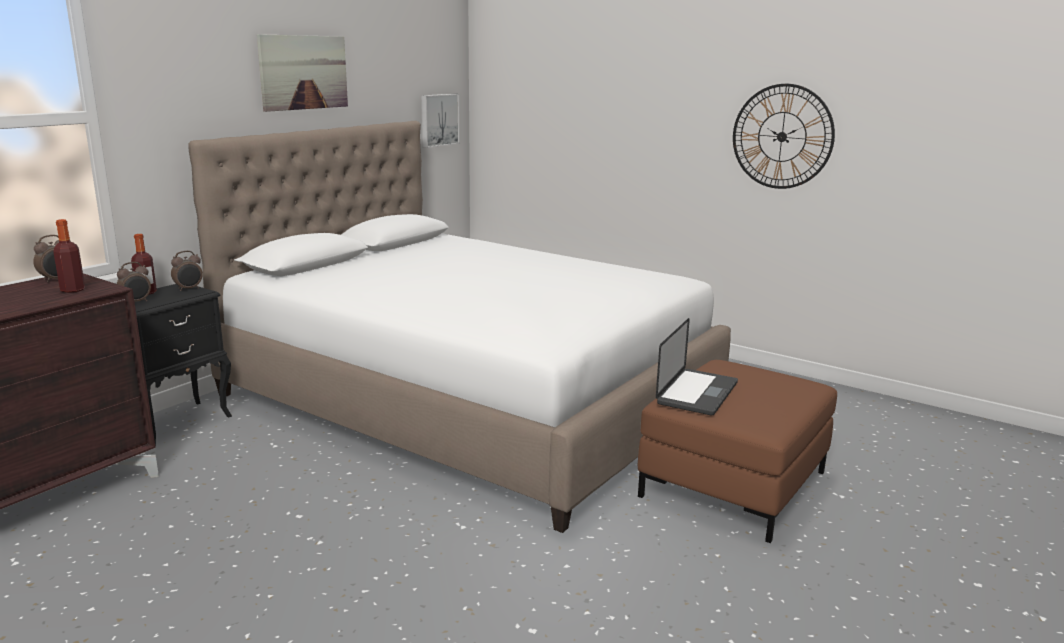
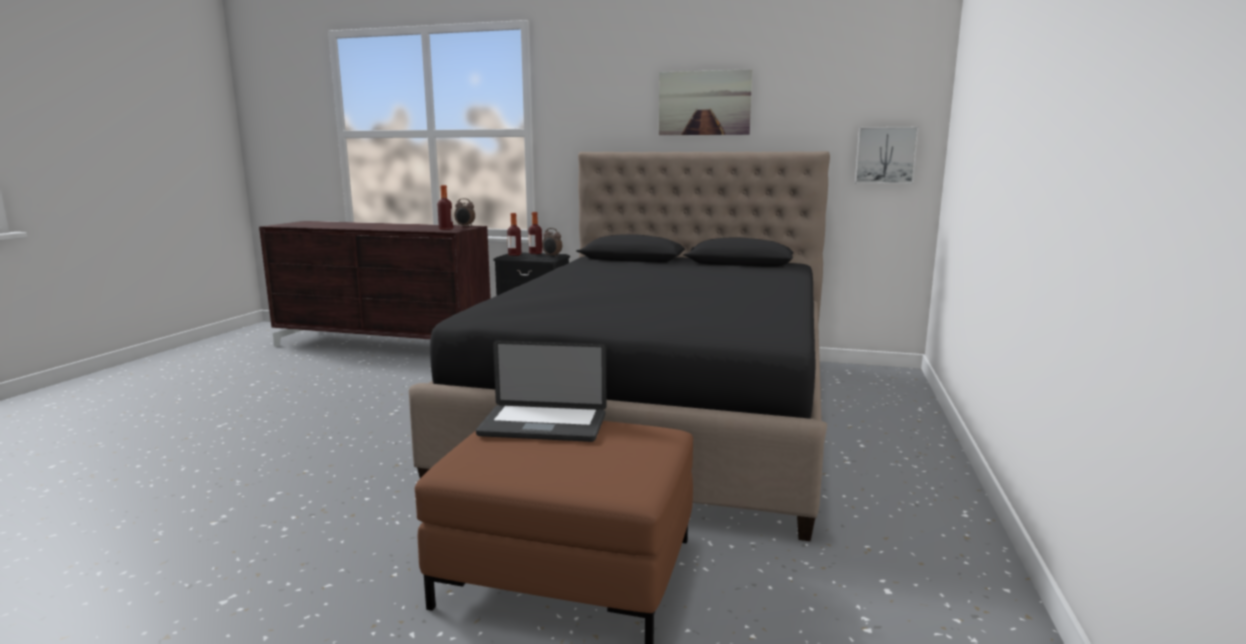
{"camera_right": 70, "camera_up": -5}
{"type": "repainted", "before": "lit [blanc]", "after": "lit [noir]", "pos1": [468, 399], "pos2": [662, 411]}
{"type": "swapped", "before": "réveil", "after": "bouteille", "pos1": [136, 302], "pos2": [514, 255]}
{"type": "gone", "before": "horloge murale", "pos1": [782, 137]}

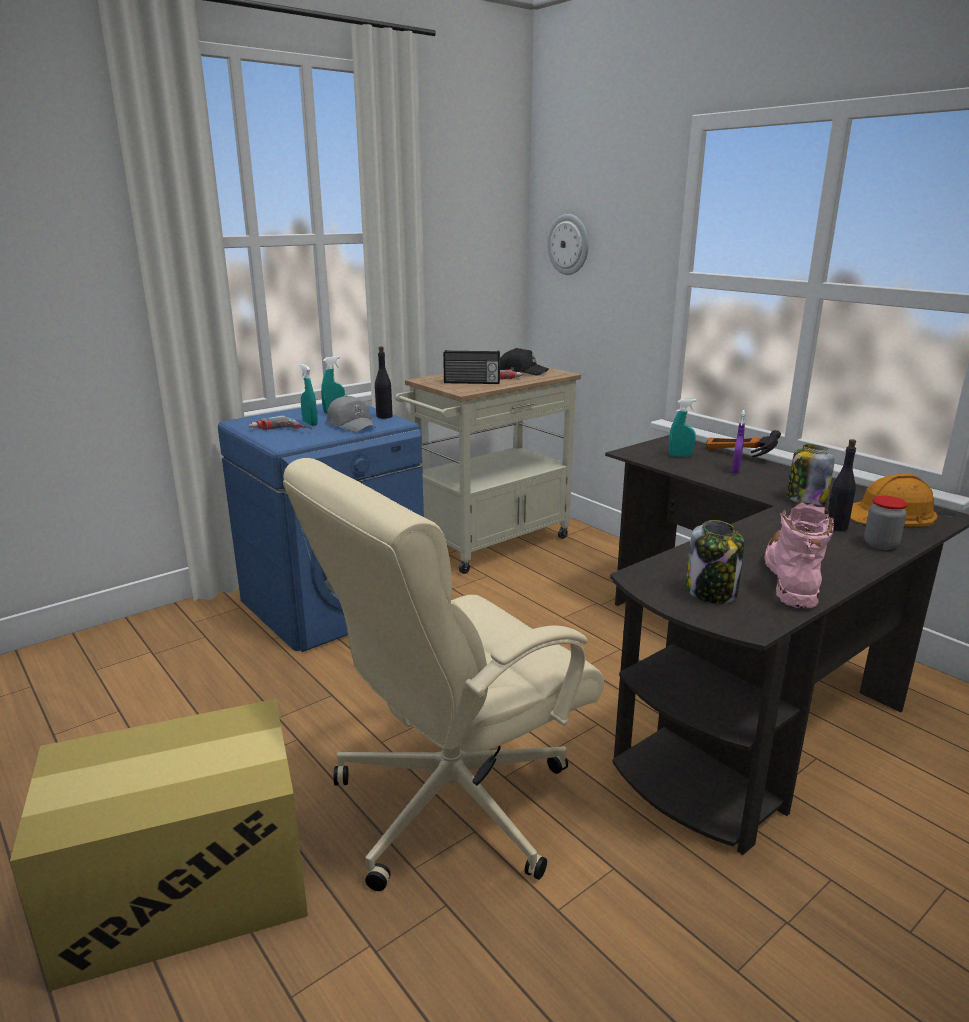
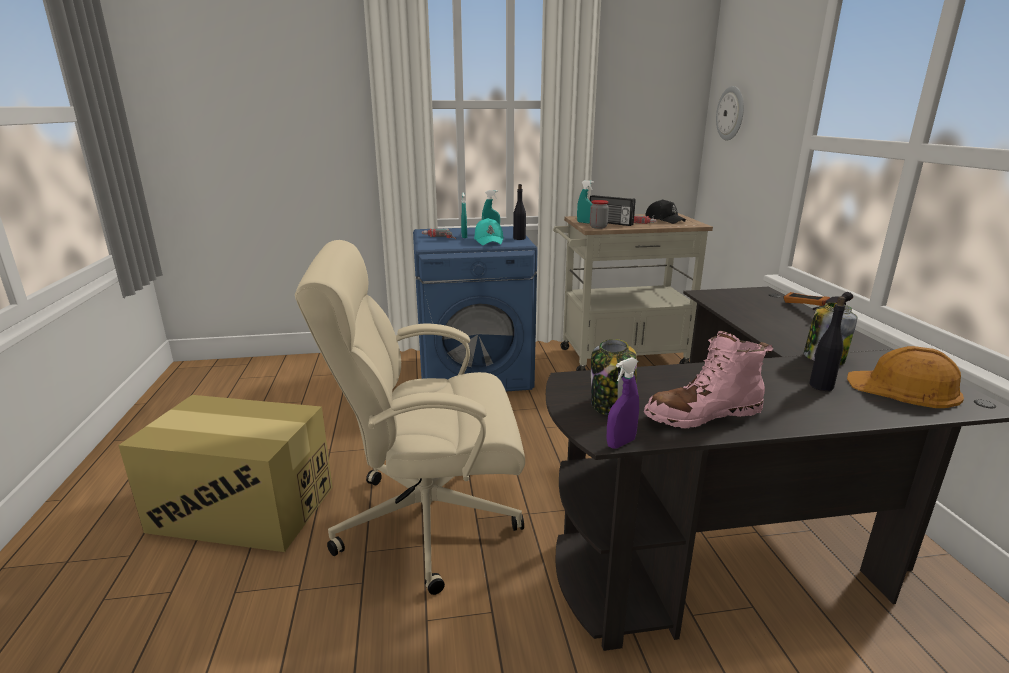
{"camera_right": 30, "camera_up": 0}
{"type": "repainted", "before": "casquette [gris]", "after": "casquette [turquoise]", "pos1": [351, 424], "pos2": [489, 240]}
{"type": "shifted", "before": "vaporisateur [turquoise]", "pos1": [680, 456], "pos2": [584, 222]}
{"type": "shifted", "before": "bocal", "pos1": [880, 544], "pos2": [598, 227]}
{"type": "shifted", "before": "vaporisateur [violet]", "pos1": [735, 470], "pos2": [621, 443]}
{"type": "rotated", "before": "botte [rose]", "pos1": [791, 579], "pos2": [702, 415], "turn": -150}

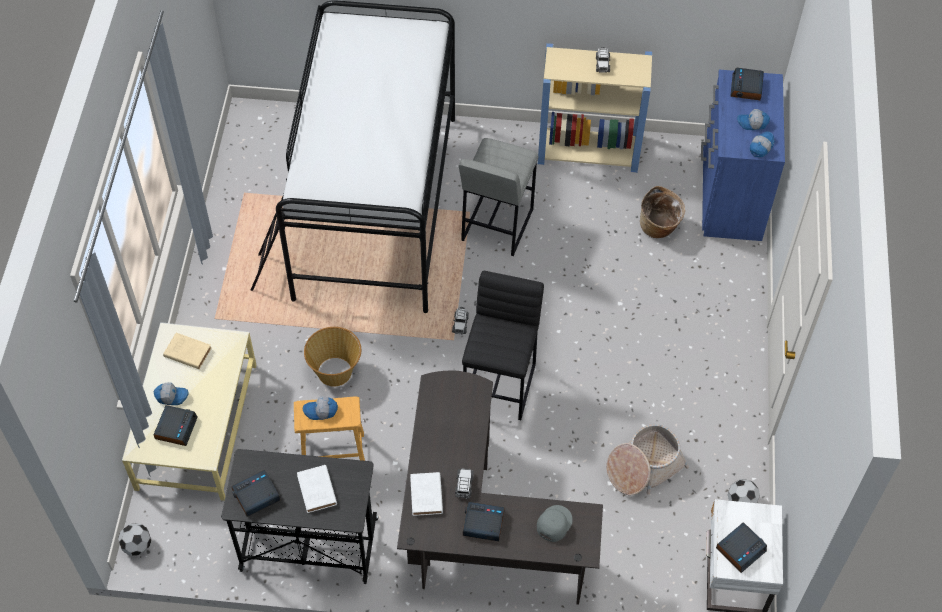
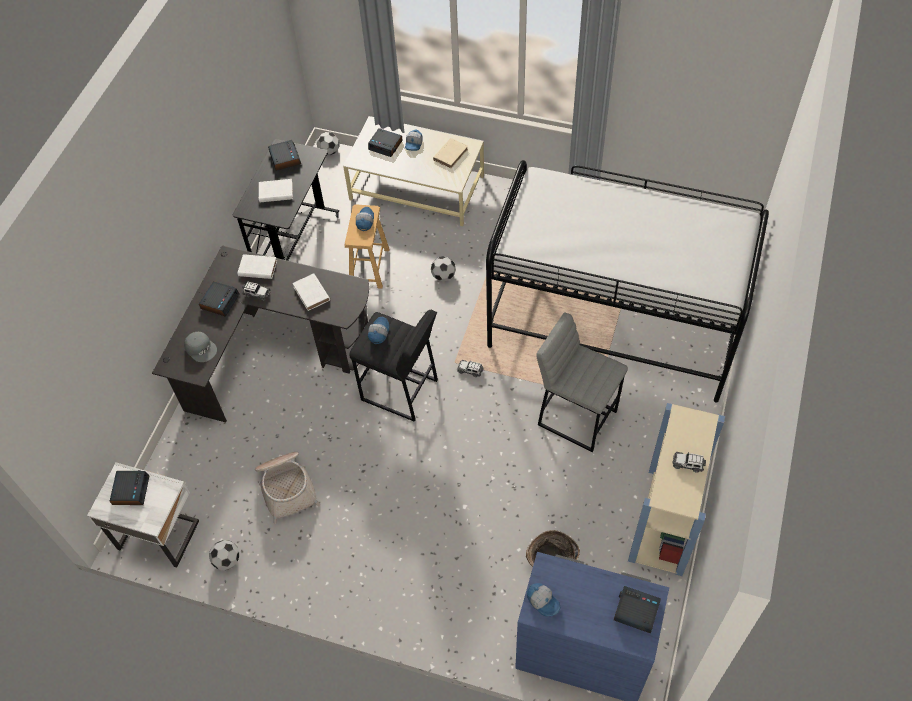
{"camera_right": 105, "camera_up": 0}
{"type": "rotated", "before": "réveil", "pos1": [740, 549], "pos2": [130, 490], "turn": -150}
{"type": "new", "after": "livre [blanc]", "pos2": [312, 294]}
{"type": "shifted", "before": "casquette", "pos1": [752, 123], "pos2": [378, 332]}
{"type": "swapped", "before": "panier", "after": "ballon de foot", "pos1": [335, 371], "pos2": [443, 276]}

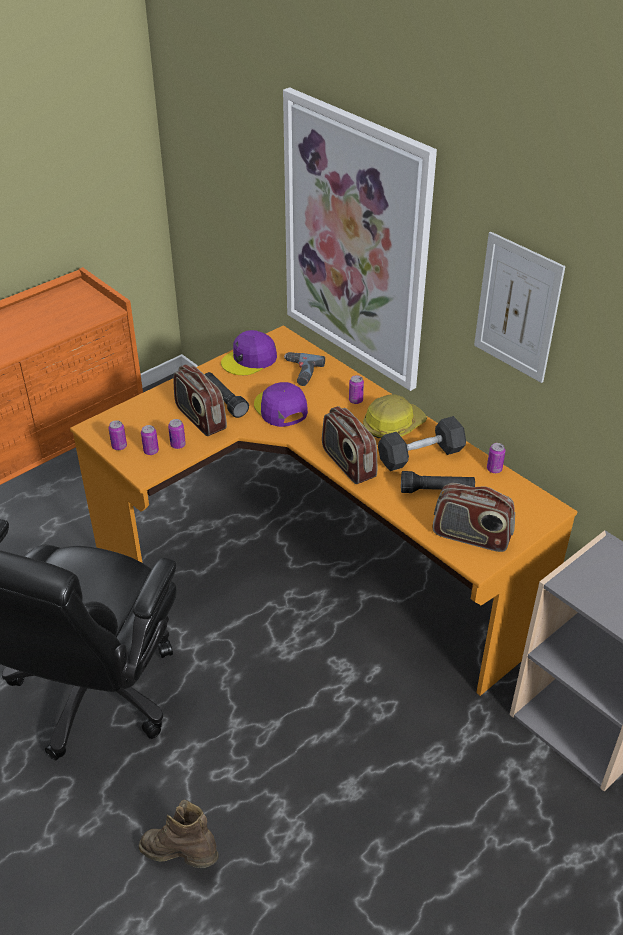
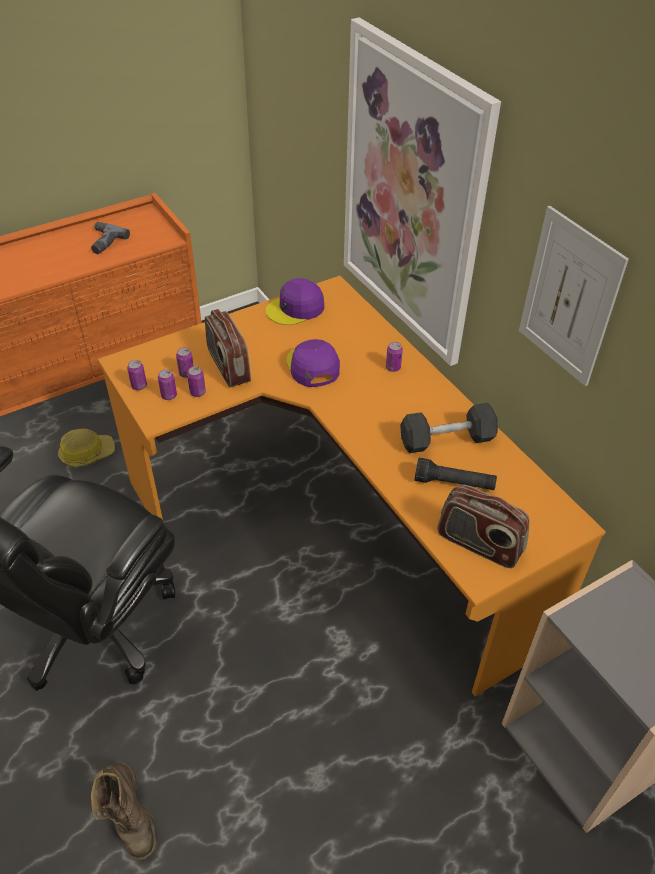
{"camera_right": 10, "camera_up": 5}
{"type": "shifted", "before": "casque de chantier", "pos1": [392, 425], "pos2": [87, 453]}
{"type": "shifted", "before": "perceuse", "pos1": [300, 372], "pos2": [102, 242]}
{"type": "rotated", "before": "botte [marron]", "pos1": [181, 855], "pos2": [130, 818], "turn": -150}
{"type": "shifted", "before": "boîte métallique", "pos1": [494, 469], "pos2": [186, 373]}
{"type": "gone", "before": "lampe de poche [noir]", "pos1": [224, 400]}
{"type": "gone", "before": "radio", "pos1": [348, 464]}

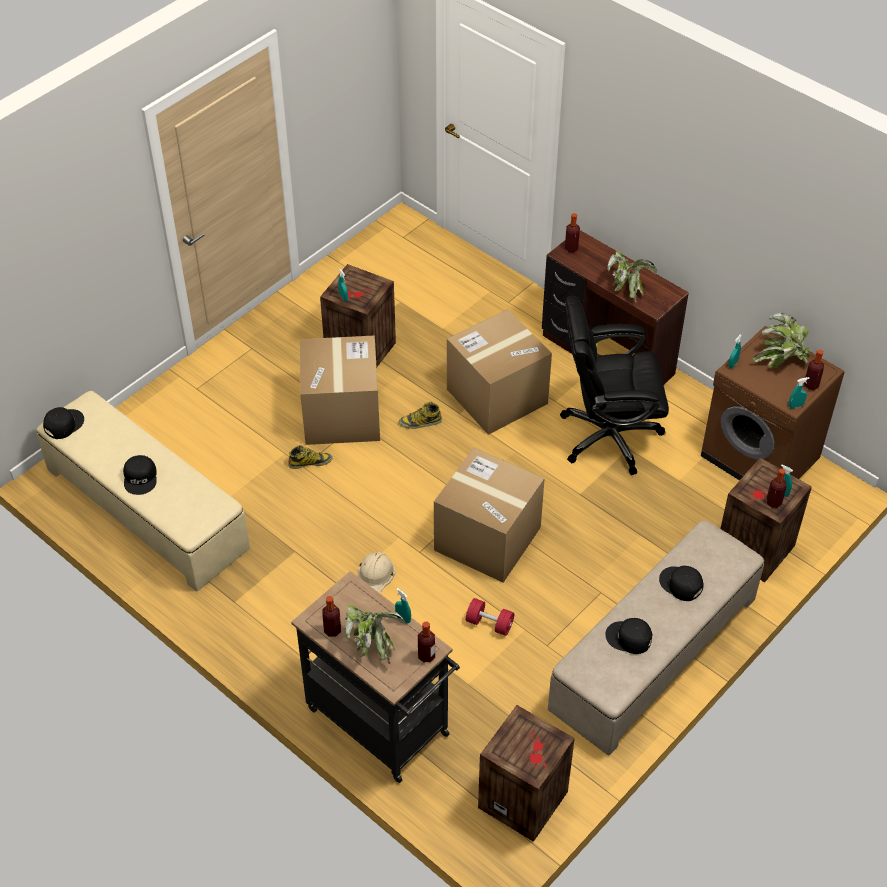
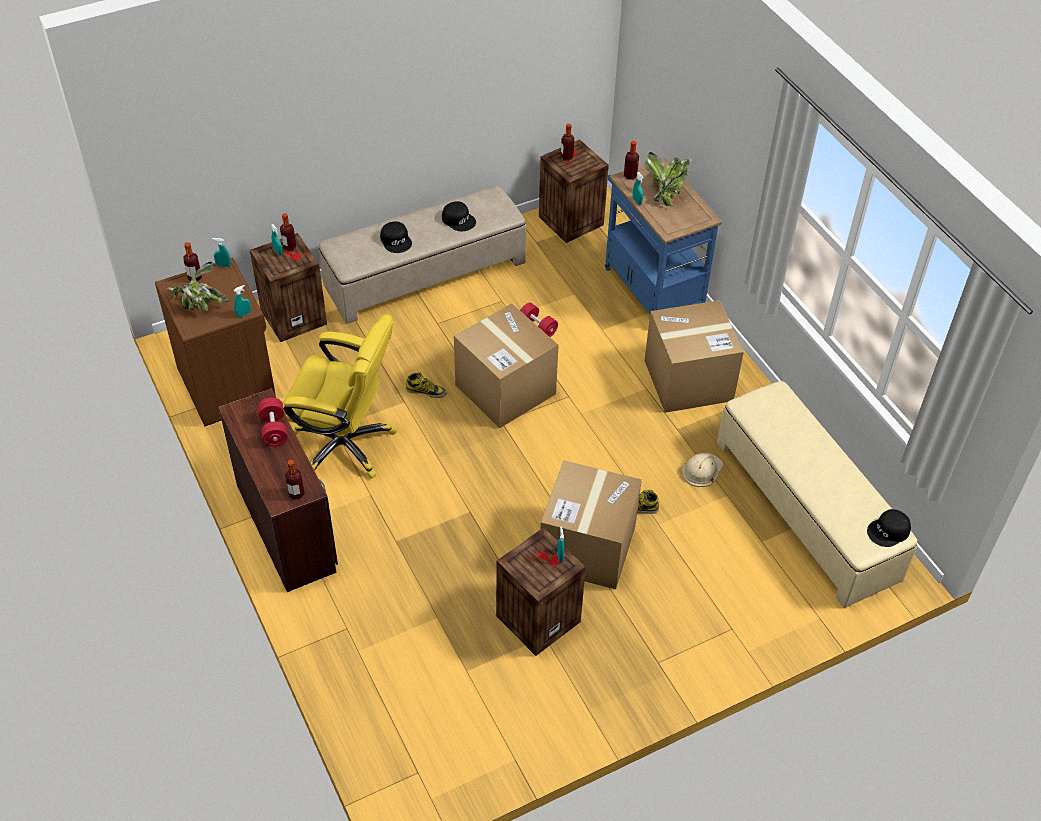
{"camera_right": -160, "camera_up": 0}
{"type": "swapped", "before": "plante en pot", "after": "haltère [rouge]", "pos1": [627, 288], "pos2": [274, 429]}
{"type": "repainted", "before": "chaise de bureau [noir]", "after": "chaise de bureau [jaune]", "pos1": [609, 436], "pos2": [343, 444]}
{"type": "shifted", "before": "botte", "pos1": [420, 422], "pos2": [426, 391]}
{"type": "shifted", "before": "bouteille", "pos1": [332, 630], "pos2": [567, 157]}
{"type": "repainted", "before": "chariot [noir]", "after": "chariot [bleu]", "pos1": [381, 724], "pos2": [651, 287]}
{"type": "shifted", "before": "carton", "pos1": [497, 396], "pos2": [688, 380]}
{"type": "shifted", "before": "casque de chantier [beige]", "pos1": [375, 575], "pos2": [702, 470]}
{"type": "gone", "before": "casquette [noir]", "pos1": [141, 477]}

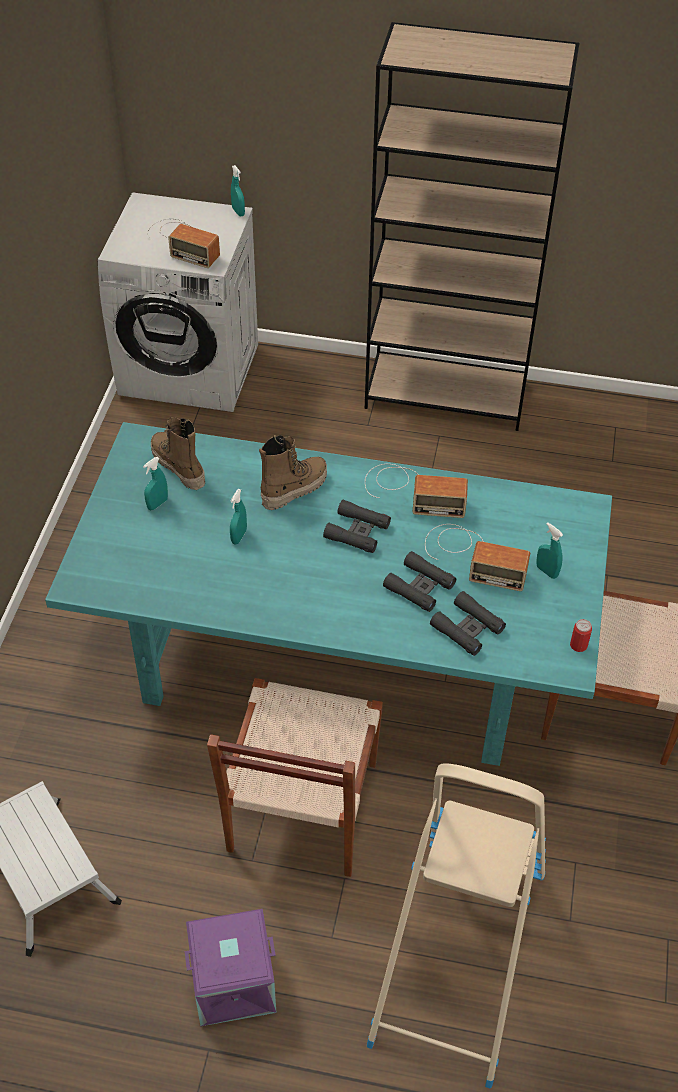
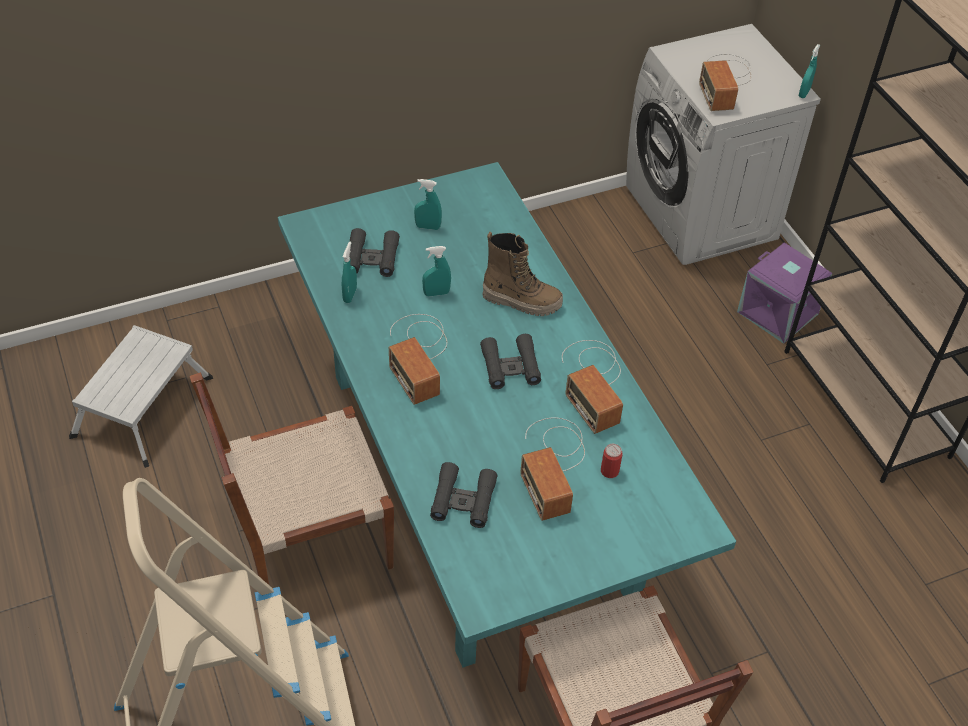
{"camera_right": 55, "camera_up": 0}
{"type": "shifted", "before": "vaporisateur [turquoise]", "pos1": [546, 571], "pos2": [350, 295]}
{"type": "shifted", "before": "jumelles [noir]", "pos1": [419, 586], "pos2": [372, 258]}
{"type": "new", "after": "radio", "pos2": [419, 355]}
{"type": "shifted", "before": "boîte métallique", "pos1": [578, 645], "pos2": [609, 471]}
{"type": "shifted", "before": "boîte de rangement [violet]", "pos1": [233, 981], "pos2": [779, 312]}
{"type": "gone", "before": "botte", "pos1": [178, 467]}

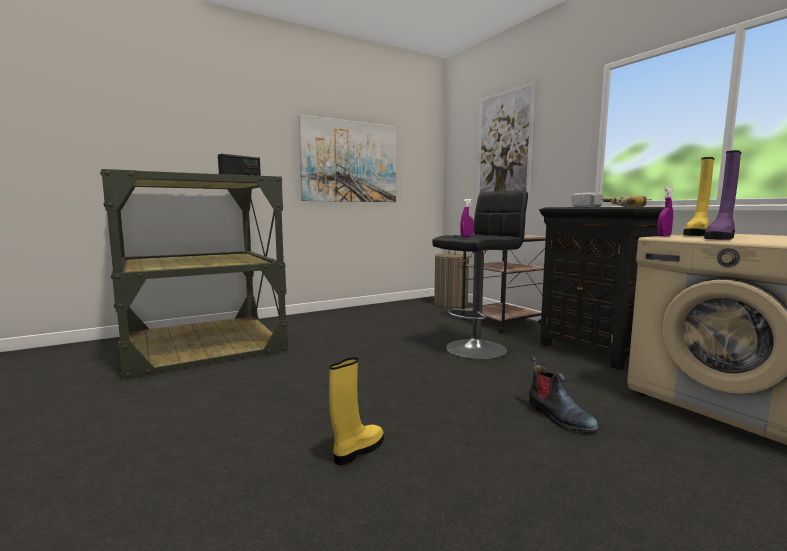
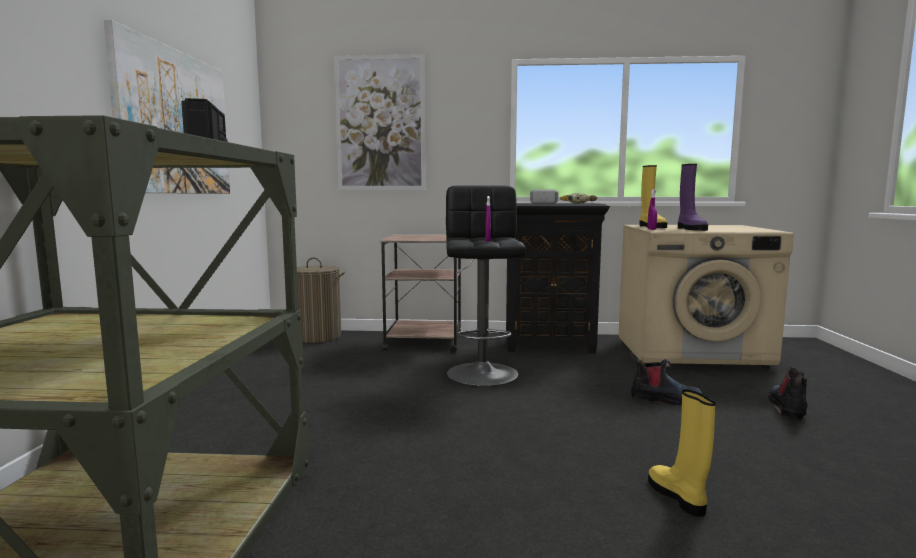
{"camera_right": -55, "camera_up": 0}
{"type": "new", "after": "botte", "pos2": [788, 408]}

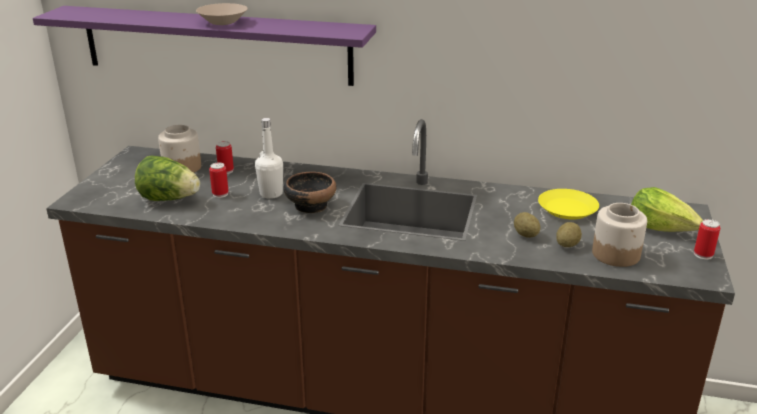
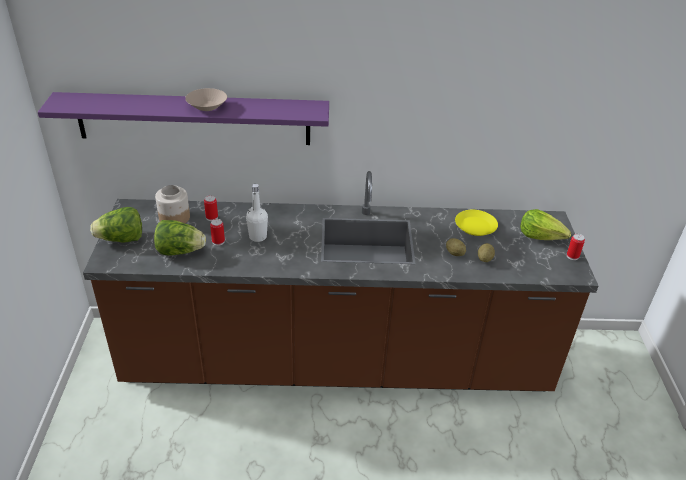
{"camera_right": -15, "camera_up": 10}
{"type": "new", "after": "laitue", "pos2": [121, 239]}
{"type": "gone", "before": "bol", "pos1": [310, 205]}
{"type": "gone", "before": "bocal", "pos1": [616, 254]}

